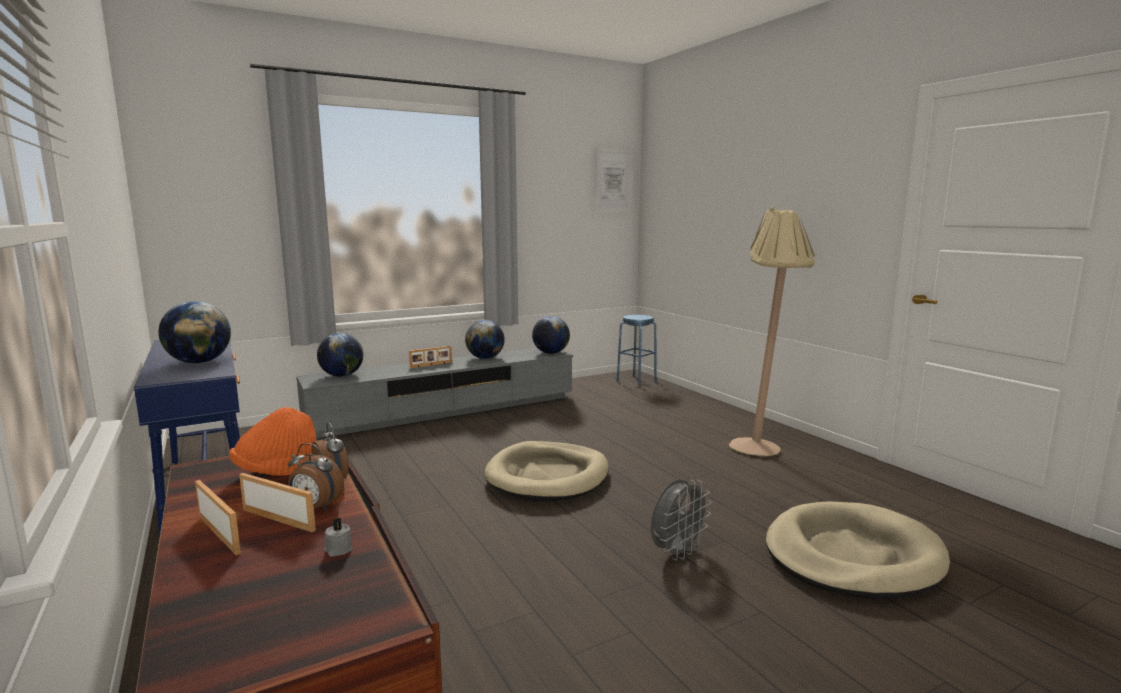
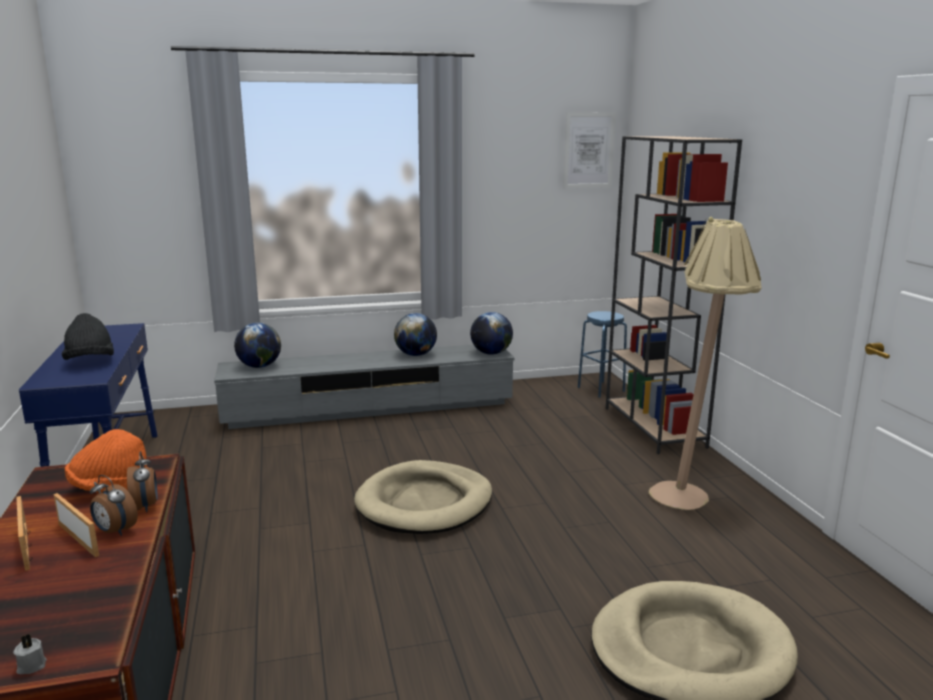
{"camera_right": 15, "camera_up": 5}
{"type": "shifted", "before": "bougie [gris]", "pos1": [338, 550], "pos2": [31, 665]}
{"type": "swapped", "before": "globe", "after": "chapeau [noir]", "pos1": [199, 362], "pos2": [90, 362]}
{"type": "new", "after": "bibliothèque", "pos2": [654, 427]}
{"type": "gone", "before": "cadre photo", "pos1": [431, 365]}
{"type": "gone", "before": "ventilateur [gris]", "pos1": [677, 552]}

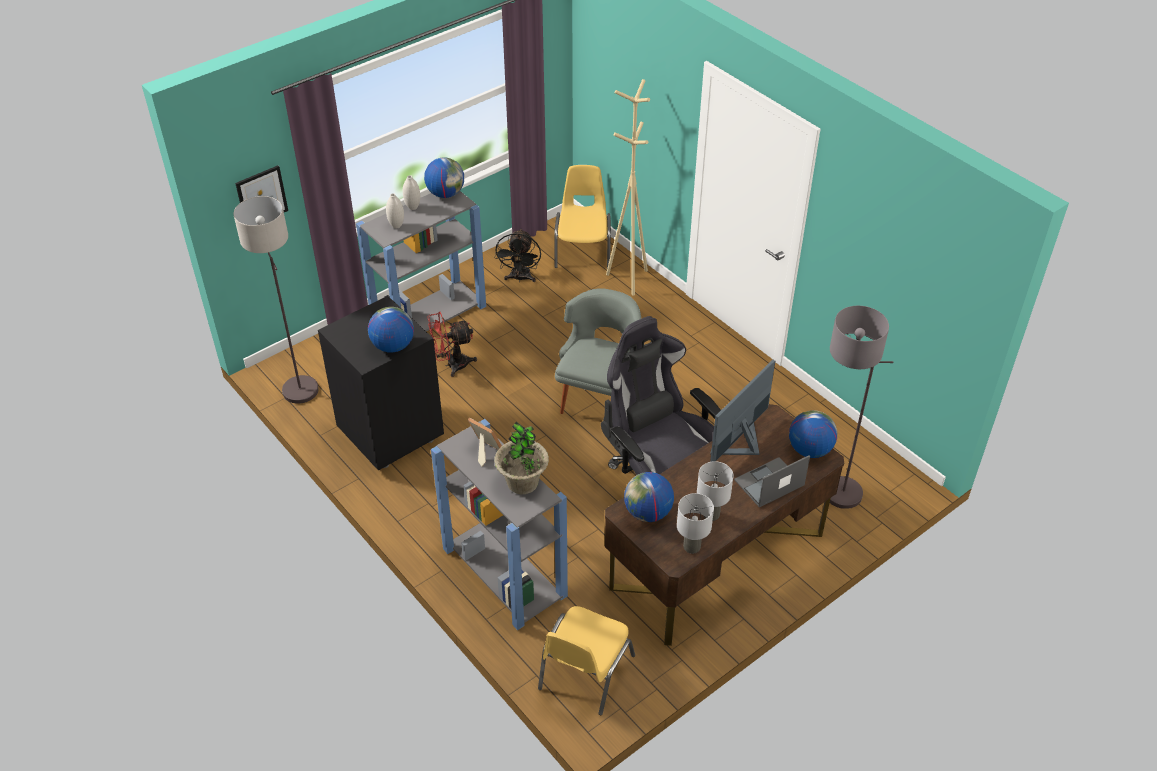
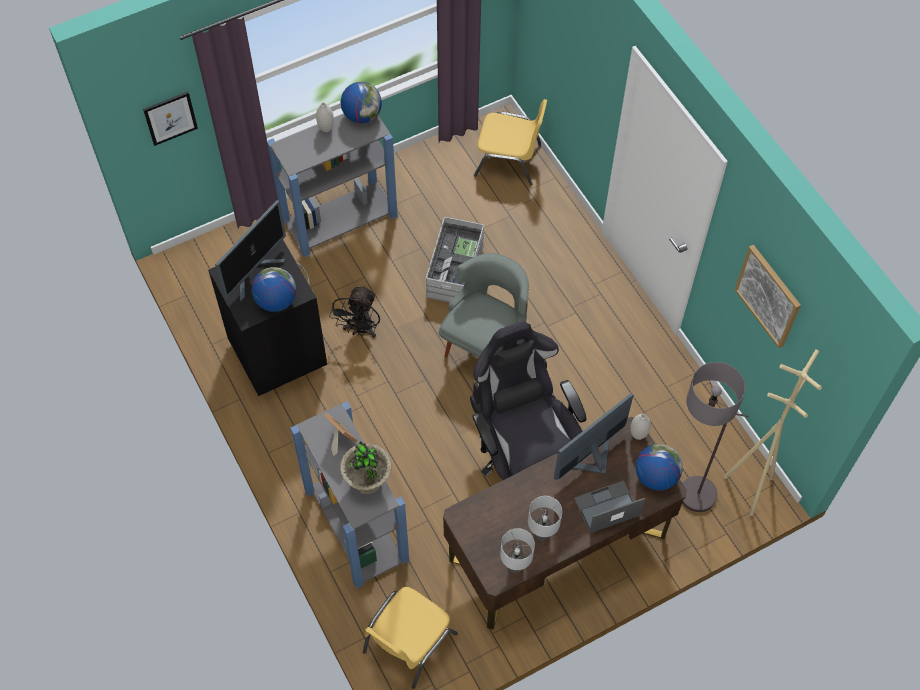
{"camera_right": 10, "camera_up": 15}
{"type": "new", "after": "écran d'ordinateur", "pos2": [254, 272]}
{"type": "shifted", "before": "ventilateur [noir]", "pos1": [520, 278], "pos2": [360, 330]}
{"type": "new", "after": "boîte de rangement [gris]", "pos2": [456, 270]}
{"type": "rotated", "before": "chaise [jaune]", "pos1": [583, 250], "pos2": [509, 160], "turn": 90}
{"type": "shifted", "before": "vase [blanc]", "pos1": [396, 226], "pos2": [638, 435]}
{"type": "shifted", "before": "portant [beige]", "pos1": [629, 280], "pos2": [749, 490]}
{"type": "new", "after": "tableau", "pos2": [768, 296]}
{"type": "gone", "before": "lampadaire [gris]", "pos1": [297, 384]}
{"type": "gone", "before": "ventilateur [rouge]", "pos1": [451, 365]}
{"type": "gone", "before": "globe", "pos1": [648, 513]}

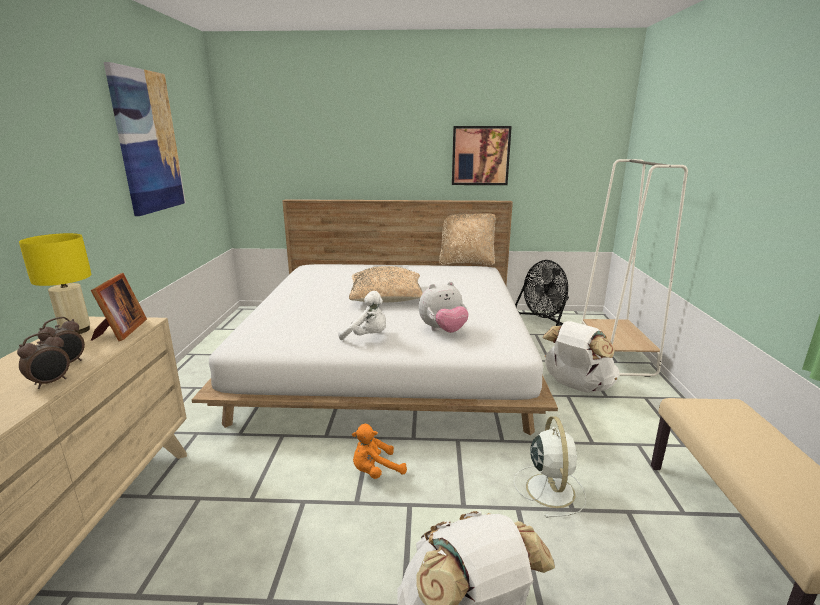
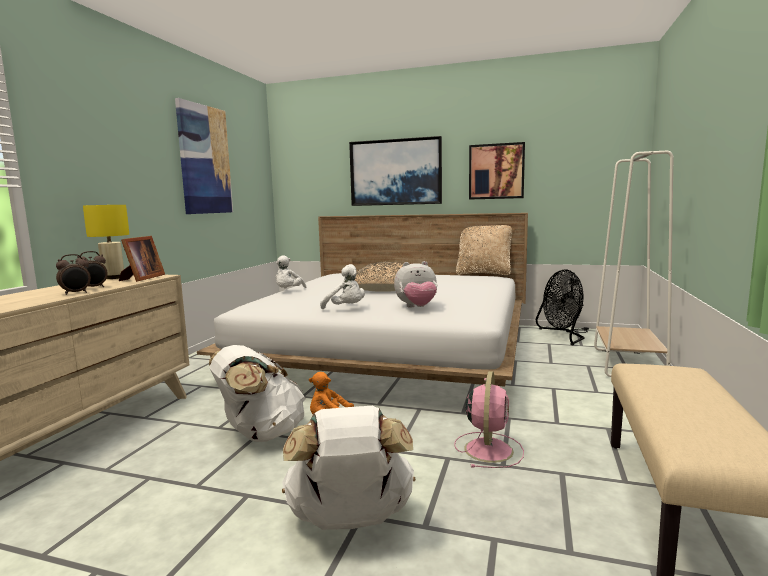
{"camera_right": 15, "camera_up": -10}
{"type": "shifted", "before": "sac à dos [blanc]", "pos1": [576, 386], "pos2": [260, 434]}
{"type": "new", "after": "peluche [blanc]", "pos2": [288, 291]}
{"type": "new", "after": "tableau", "pos2": [395, 172]}
{"type": "repainted", "before": "ventilateur [blanc]", "after": "ventilateur [rose]", "pos1": [549, 488], "pos2": [488, 449]}

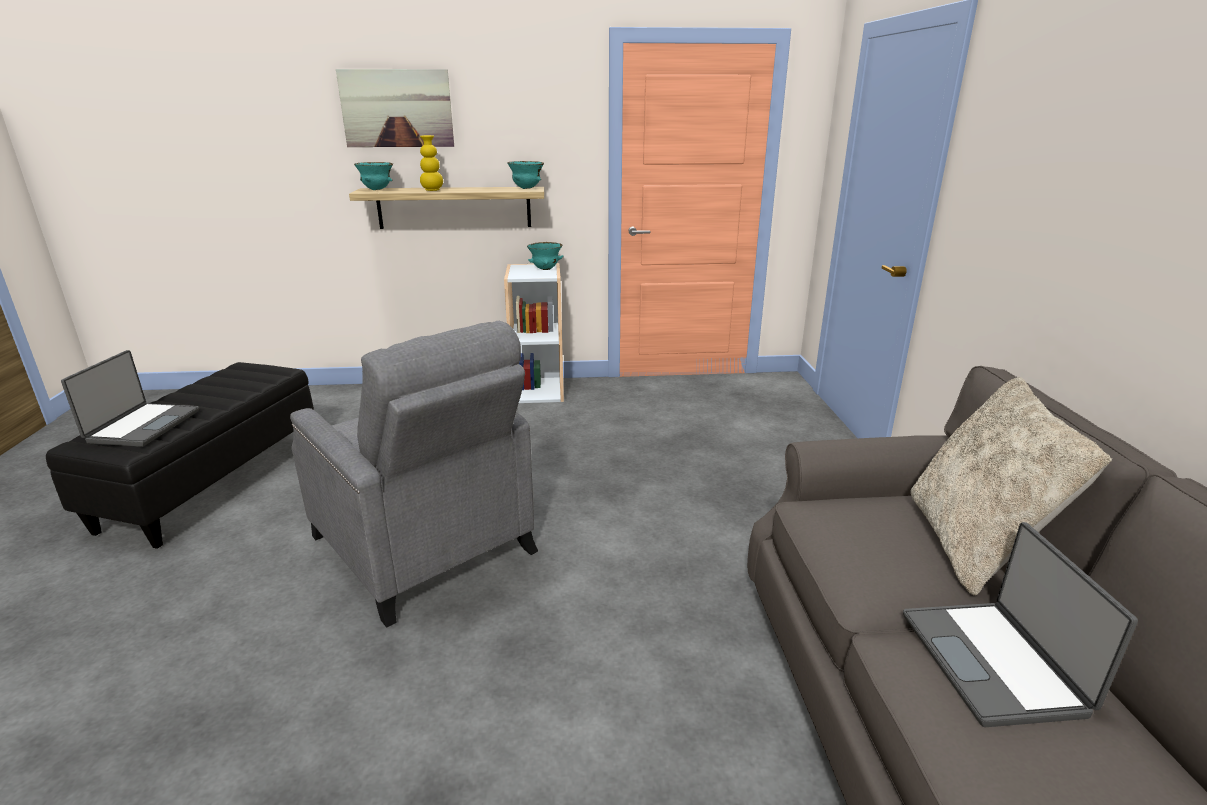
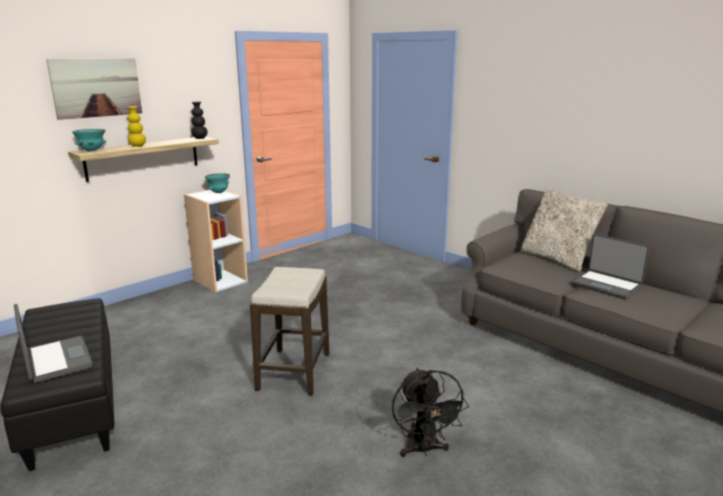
{"camera_right": -40, "camera_up": -5}
{"type": "swapped", "before": "bol [turquoise]", "after": "vase [noir]", "pos1": [526, 188], "pos2": [200, 138]}
{"type": "swapped", "before": "fauteuil [gris]", "after": "tabouret", "pos1": [426, 548], "pos2": [294, 372]}
{"type": "new", "after": "ventilateur [noir]", "pos2": [423, 450]}

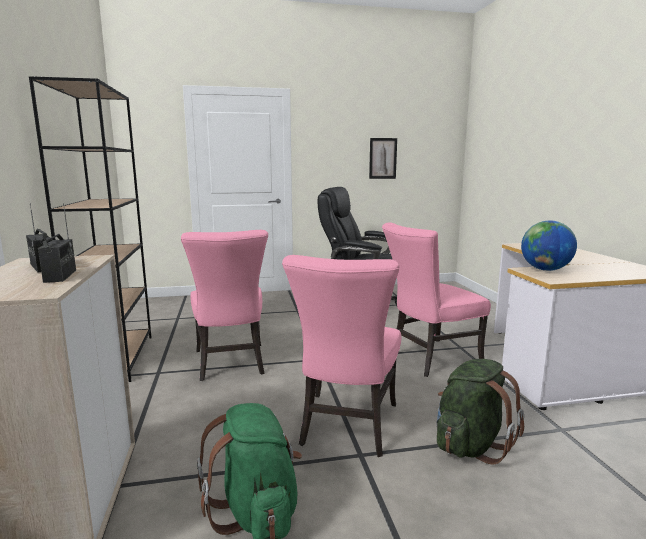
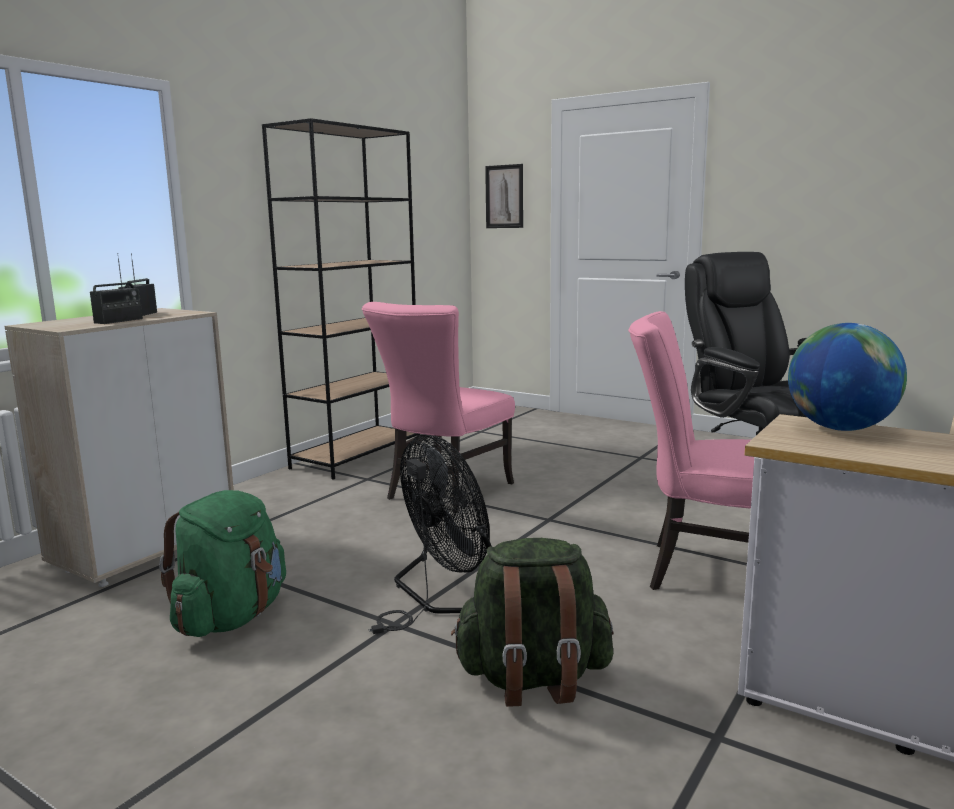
{"camera_right": 45, "camera_up": 0}
{"type": "swapped", "before": "chaise [rose]", "after": "ventilateur [noir]", "pos1": [346, 427], "pos2": [434, 594]}
{"type": "shifted", "before": "tableau", "pos1": [383, 158], "pos2": [504, 196]}

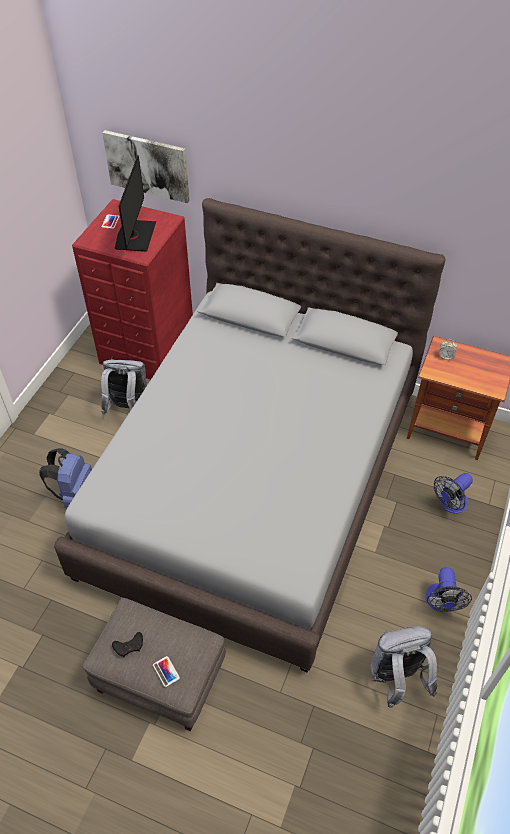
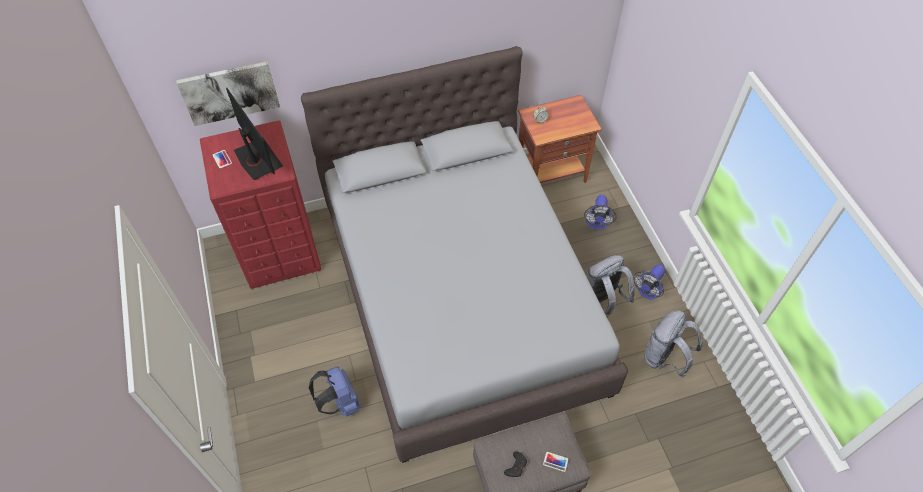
{"camera_right": -40, "camera_up": 5}
{"type": "shifted", "before": "sac à dos [gris]", "pos1": [129, 409], "pos2": [602, 301]}
{"type": "rotated", "before": "ventilateur", "pos1": [441, 603], "pos2": [647, 292], "turn": 75}

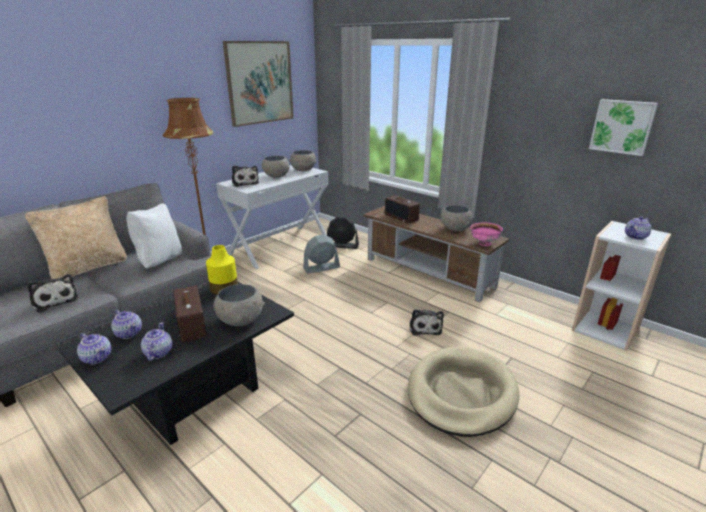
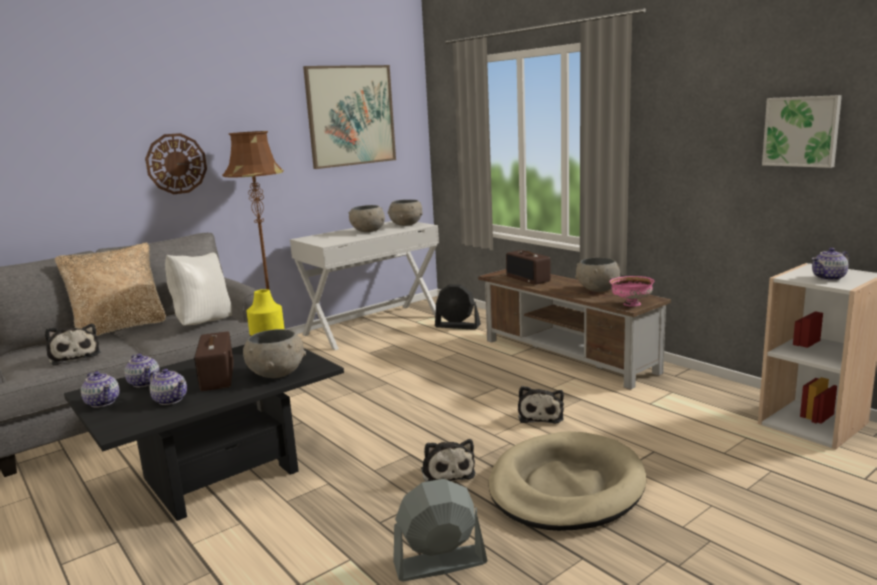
{"camera_right": 10, "camera_up": -10}
{"type": "new", "after": "horloge murale", "pos2": [176, 163]}
{"type": "rotated", "before": "théière", "pos1": [158, 353], "pos2": [170, 400], "turn": 120}
{"type": "shifted", "before": "ventilateur [gris]", "pos1": [321, 268], "pos2": [439, 563]}
{"type": "shifted", "before": "peluche", "pos1": [245, 183], "pos2": [447, 472]}

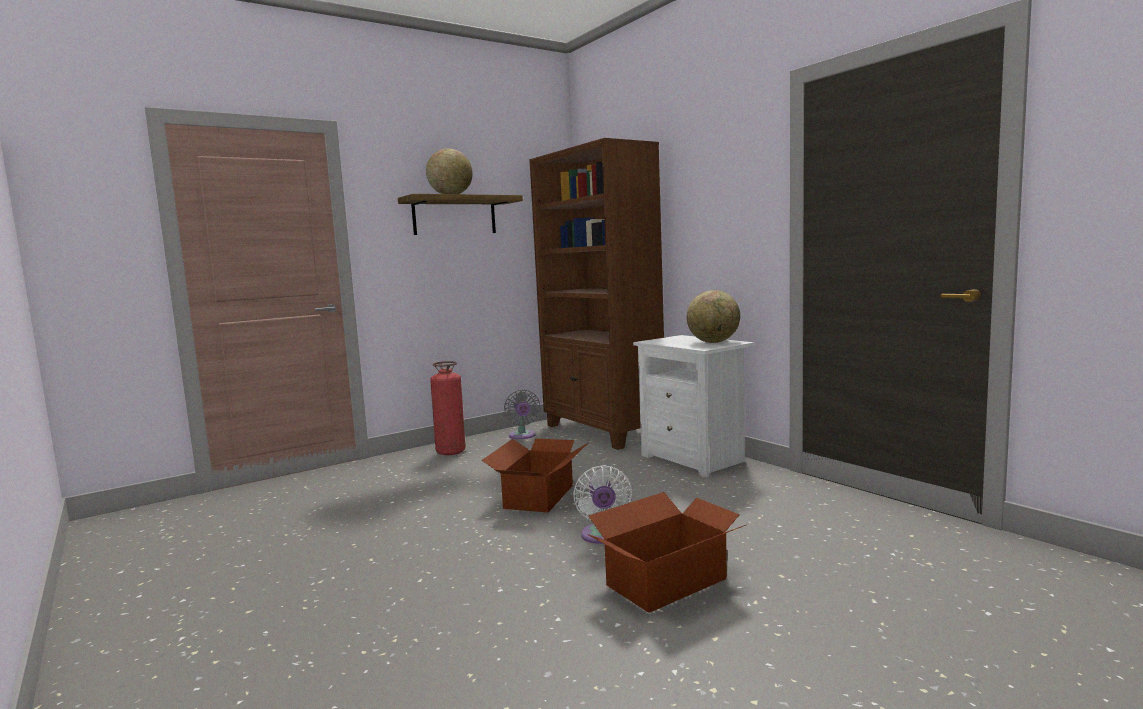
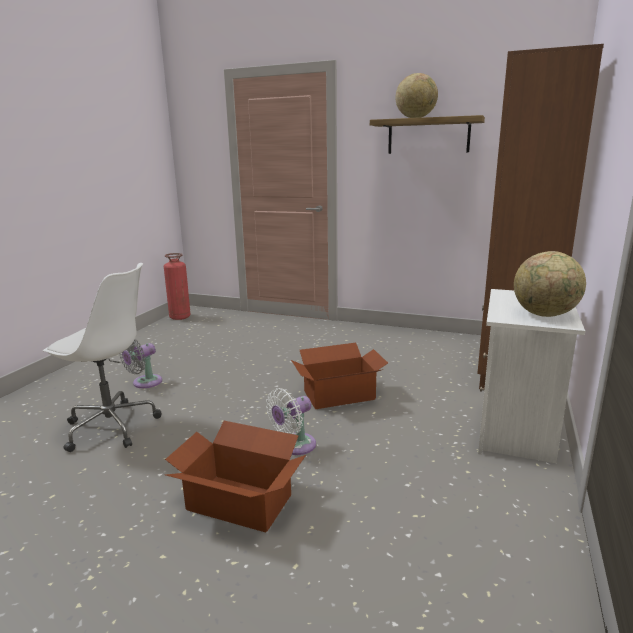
{"camera_right": 55, "camera_up": 10}
{"type": "new", "after": "chaise de bureau [blanc]", "pos2": [114, 427]}
{"type": "shifted", "before": "ventilateur [gris]", "pos1": [522, 436], "pos2": [144, 383]}
{"type": "shifted", "before": "extincteur", "pos1": [450, 452], "pos2": [180, 317]}

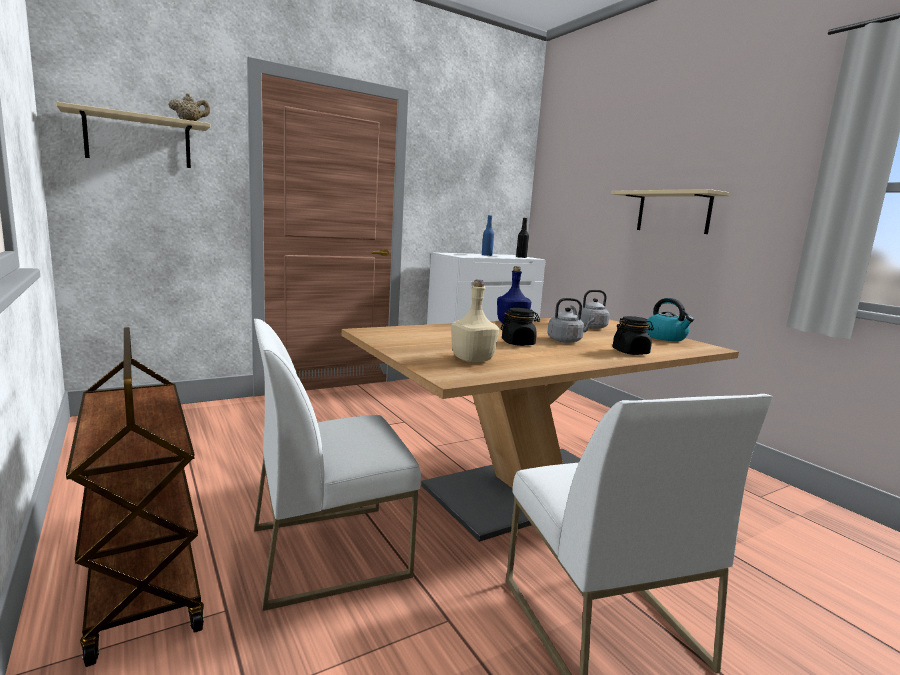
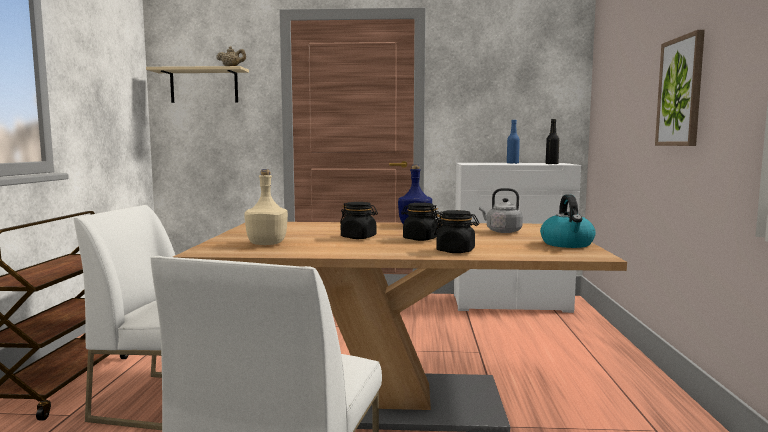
{"camera_right": 35, "camera_up": -5}
{"type": "swapped", "before": "bouilloire [gris]", "after": "bocal [noir]", "pos1": [566, 340], "pos2": [420, 239]}
{"type": "swapped", "before": "étagère [beige]", "after": "tableau", "pos1": [673, 212], "pos2": [681, 92]}

